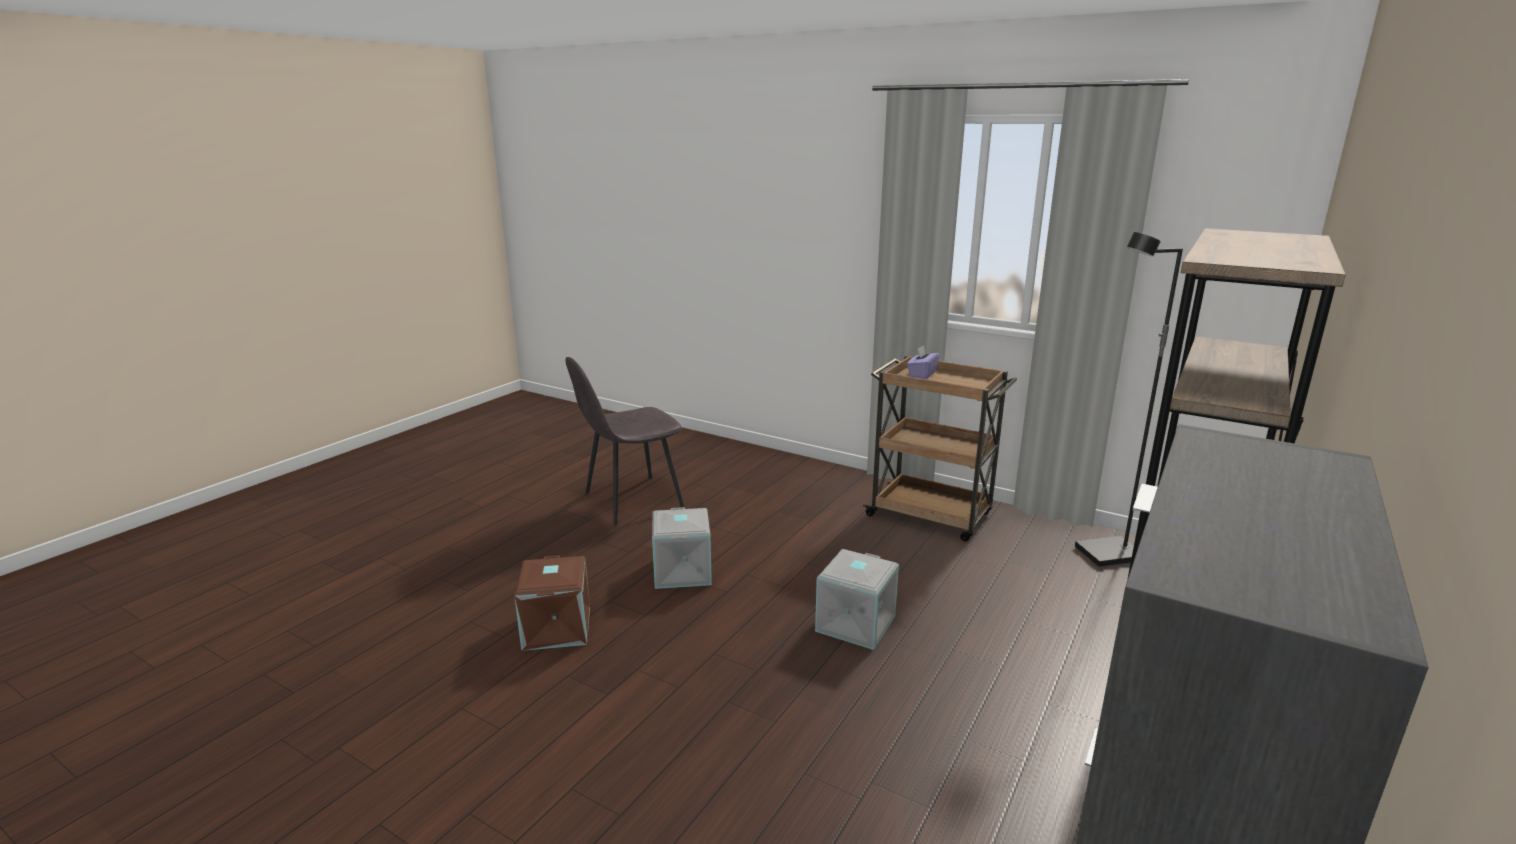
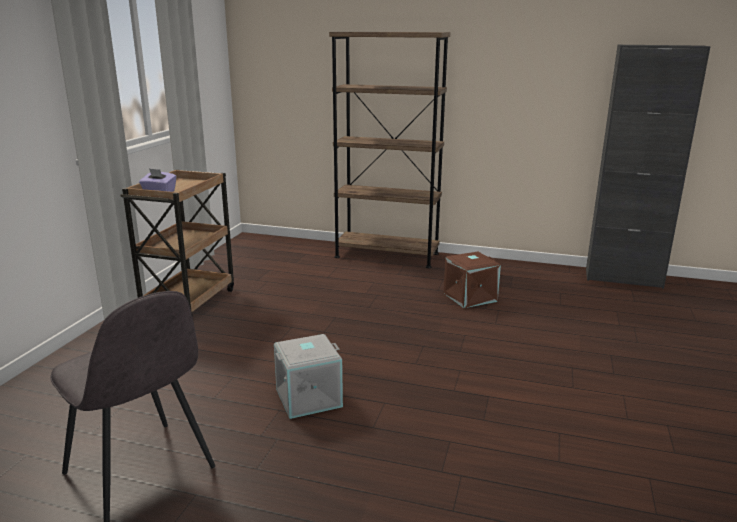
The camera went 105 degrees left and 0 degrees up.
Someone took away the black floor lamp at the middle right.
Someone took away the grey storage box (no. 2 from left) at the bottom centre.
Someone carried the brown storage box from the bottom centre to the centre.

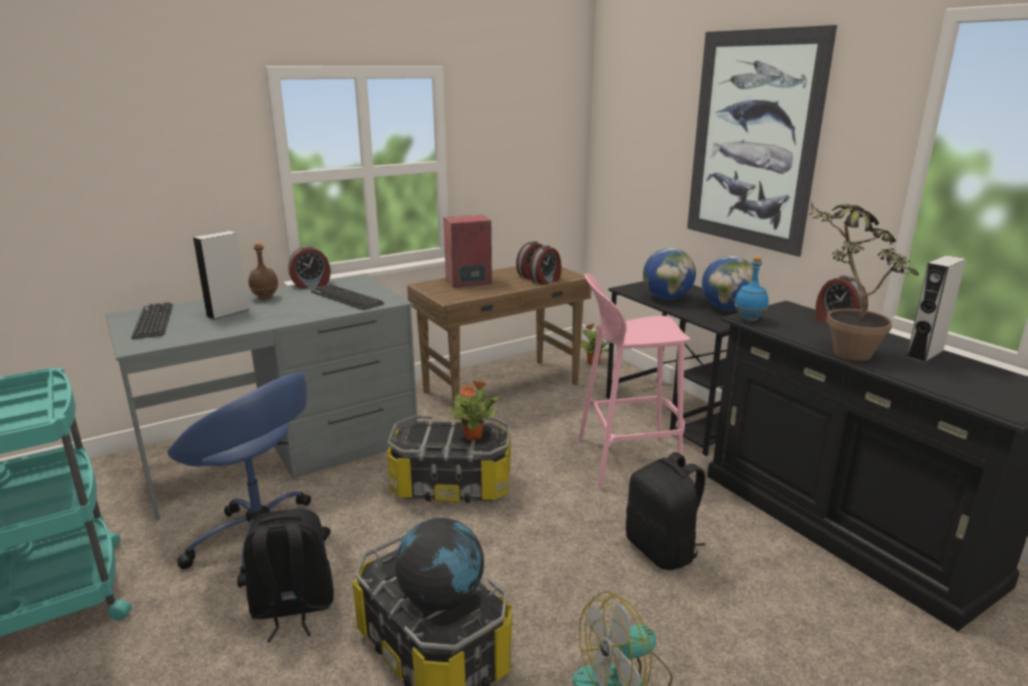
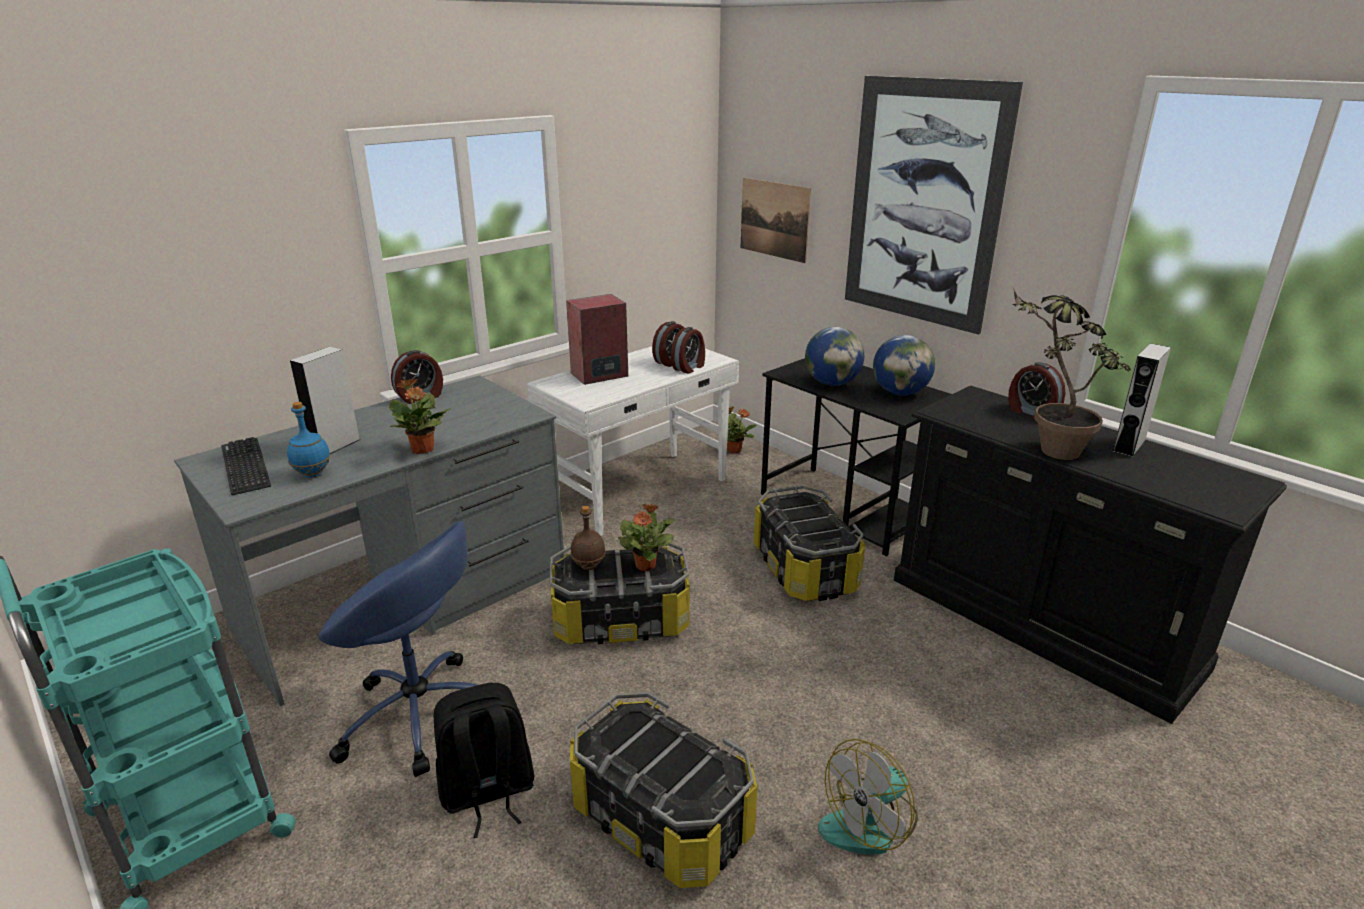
The camera went 10 degrees left and 5 degrees up.
Someone carried the brown bottle from the middle left to the centre.
Someone carried the blue bottle from the middle right to the middle left.
Someone repainted the brown console table at the centre, which became the white console table at the centre.
Someone swapped the pink stool at the centre for the storage box (no. 3 from left) at the centre.
Someone took away the keyboard (no. 2 from left) at the centre.
Someone took away the black backpack (no. 2 from left) at the bottom centre.
Someone took away the globe (no. 1 from left) at the bottom centre.
Someone put up the picture (no. 1 from left) at the top centre.
Someone put down the potted plant (no. 1 from left) at the middle left.

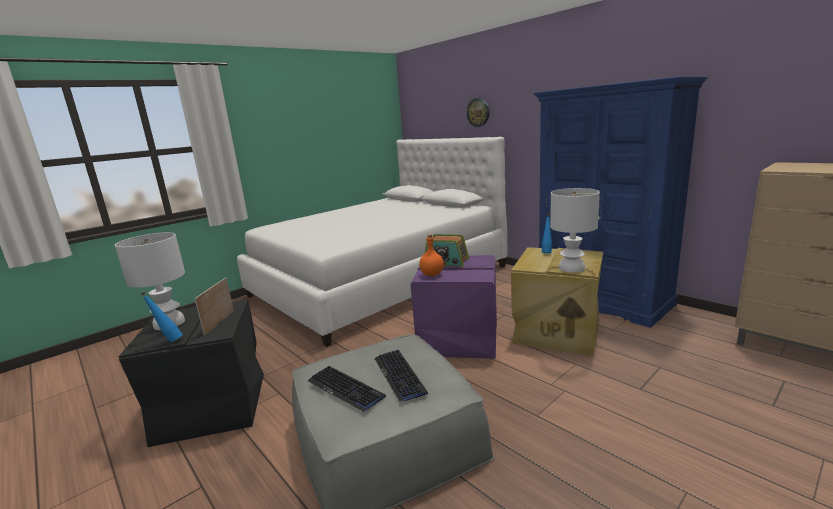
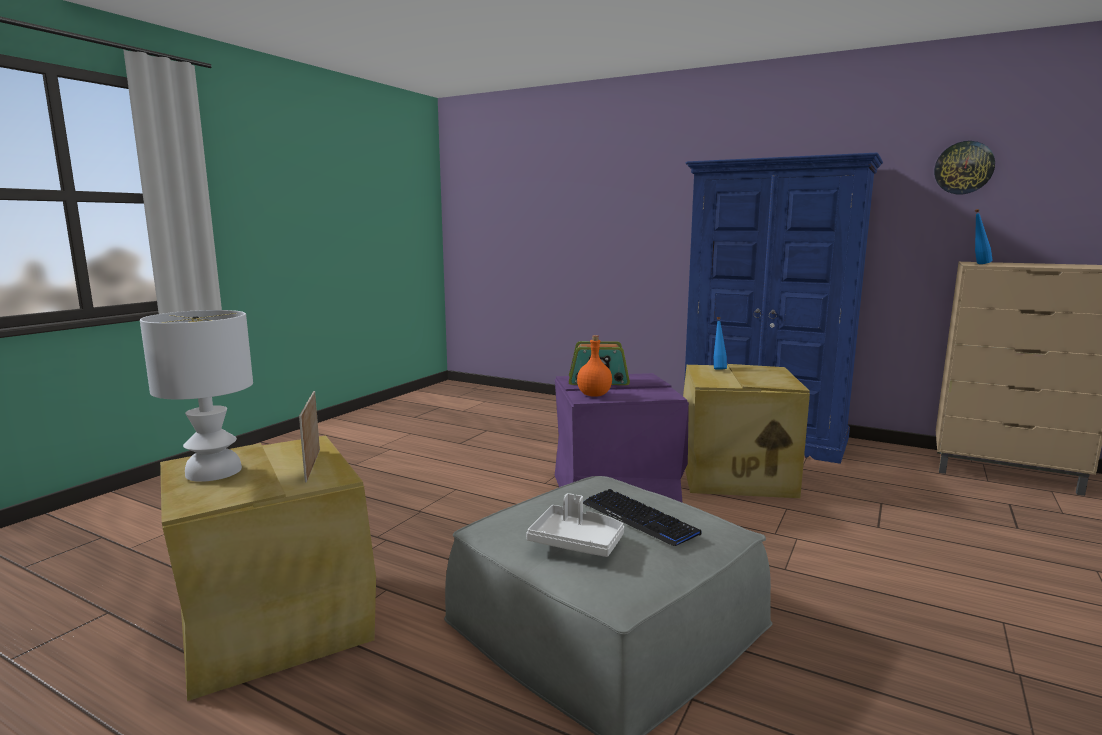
The camera went 20 degrees left and 5 degrees down.
Someone carried the wall clock from the top centre to the top right.
Someone took away the white bed at the centre.
Someone took away the white table lamp (no. 2 from left) at the middle right.
Someone carried the blue bottle (no. 1 from left in the first image) from the middle left to the top right.
Someone repainted the black storage box at the bottom left, which became the beige storage box (no. 1 from left) at the bottom left.
Someone swapped the keyboard (no. 1 from left) at the bottom centre for the white tray at the bottom centre.

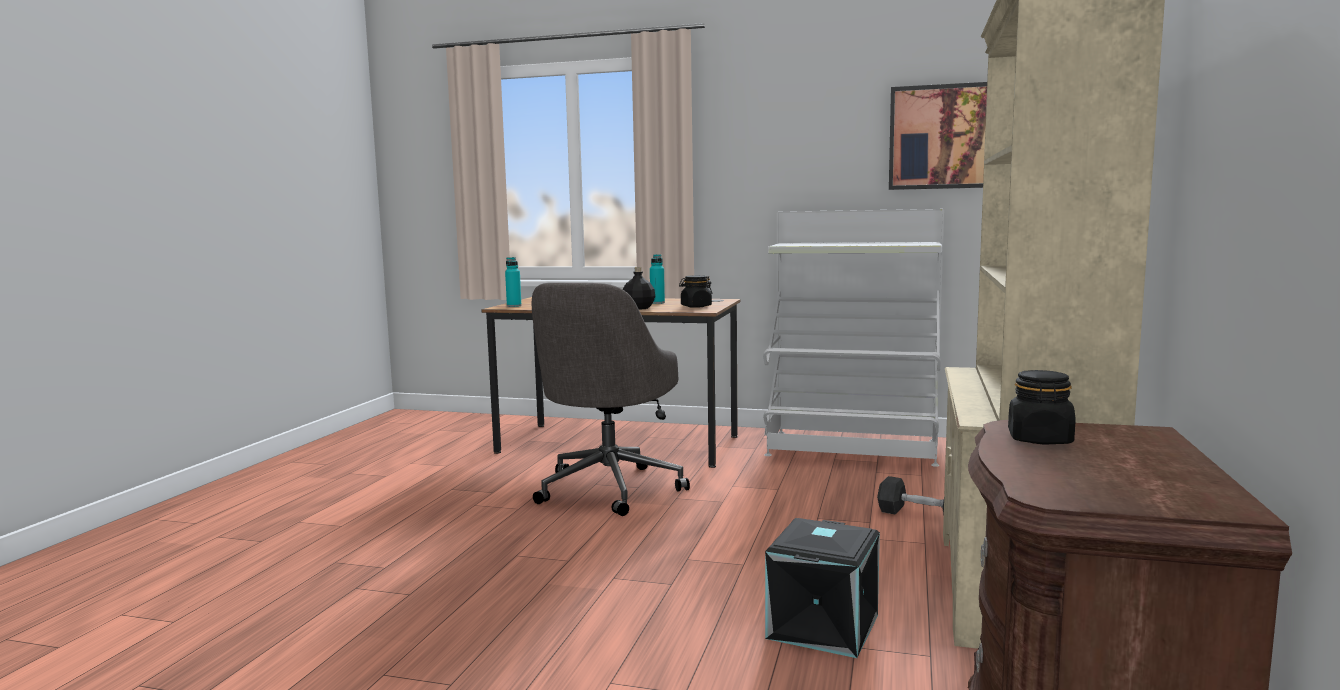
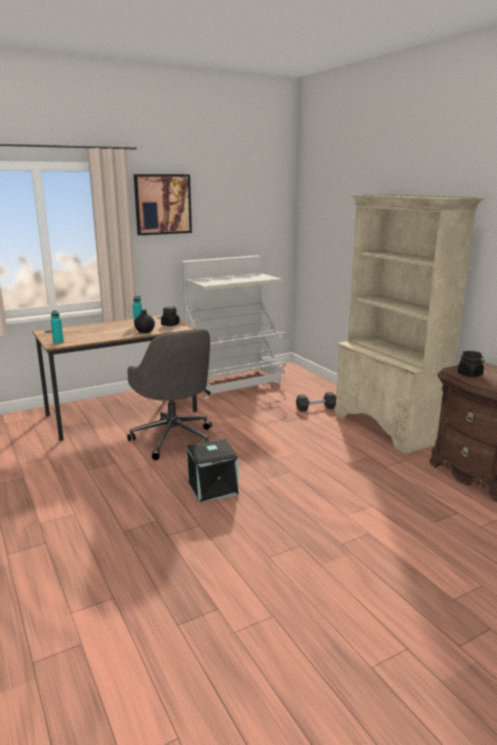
The camera went 45 degrees left and 10 degrees up.
Someone carried the picture from the top right to the top left.
Someone carried the black storage box from the bottom centre to the centre.

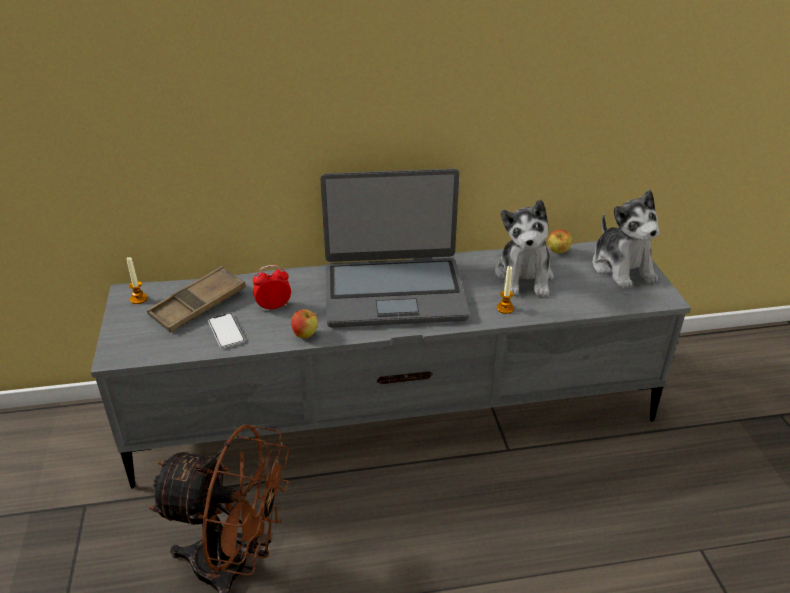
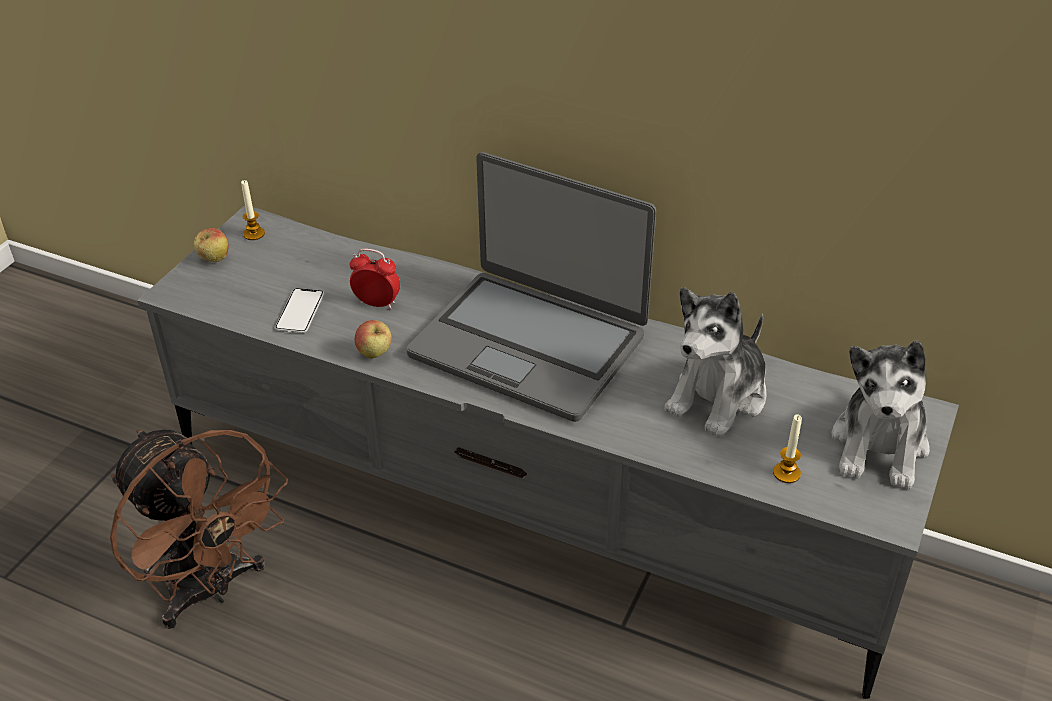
The camera went 35 degrees right and 5 degrees up.
Someone carried the apple (no. 2 from left in the first image) from the middle right to the middle left.
Someone took away the brown tray at the middle left.
Someone carried the candle (no. 2 from left) from the centre to the middle right.

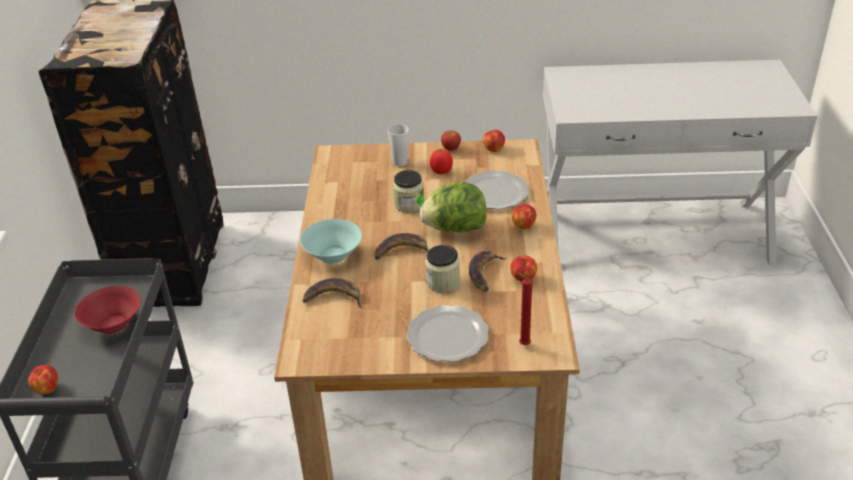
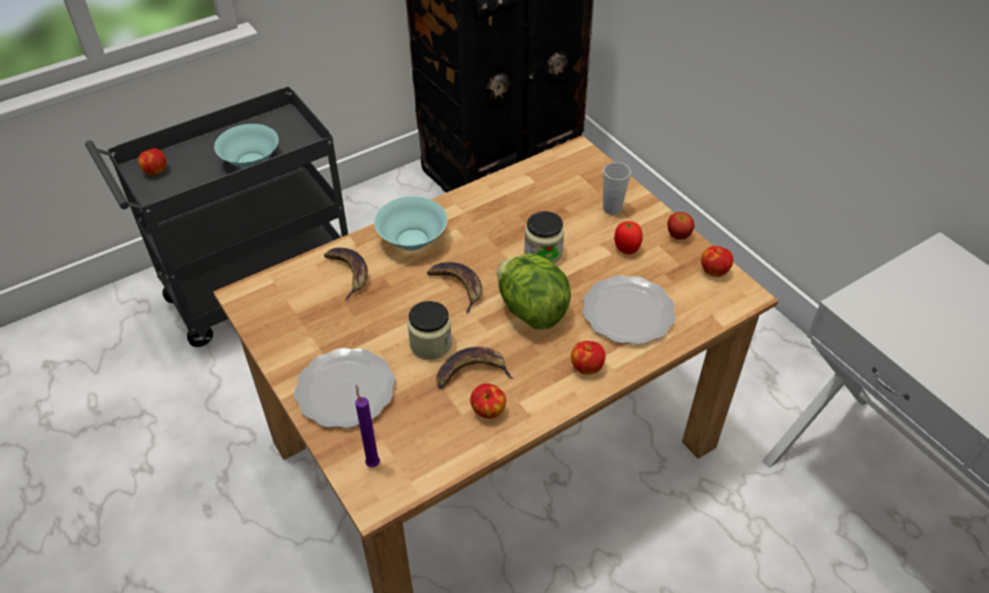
The camera went 55 degrees right and 10 degrees up.
Someone repainted the red candle at the centre, which became the purple candle at the bottom centre.
Someone repainted the red bowl at the middle left, which became the turquoise bowl (no. 1 from left) at the top left.

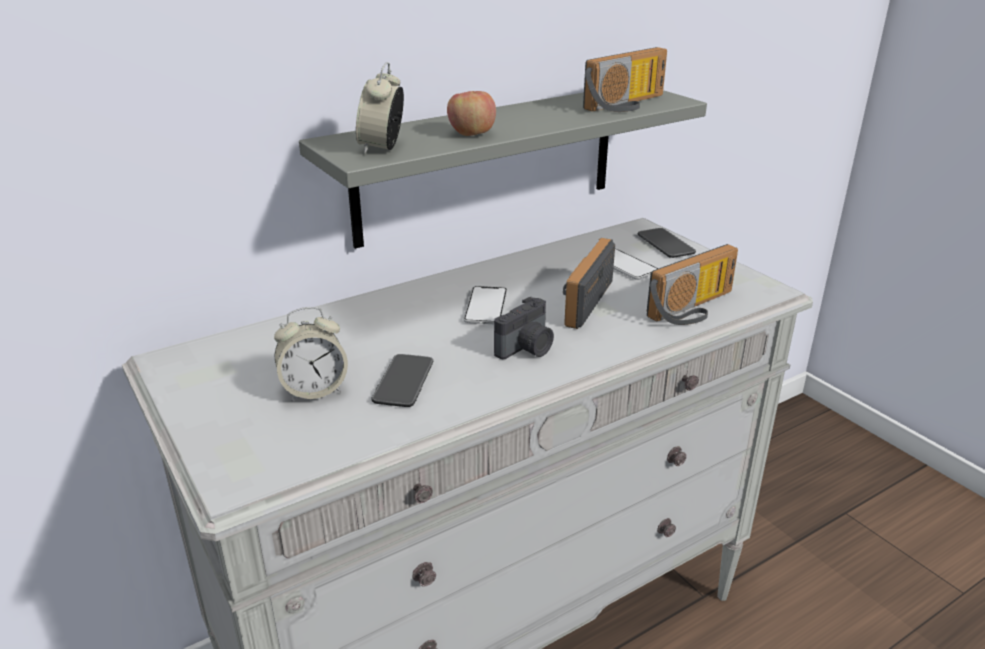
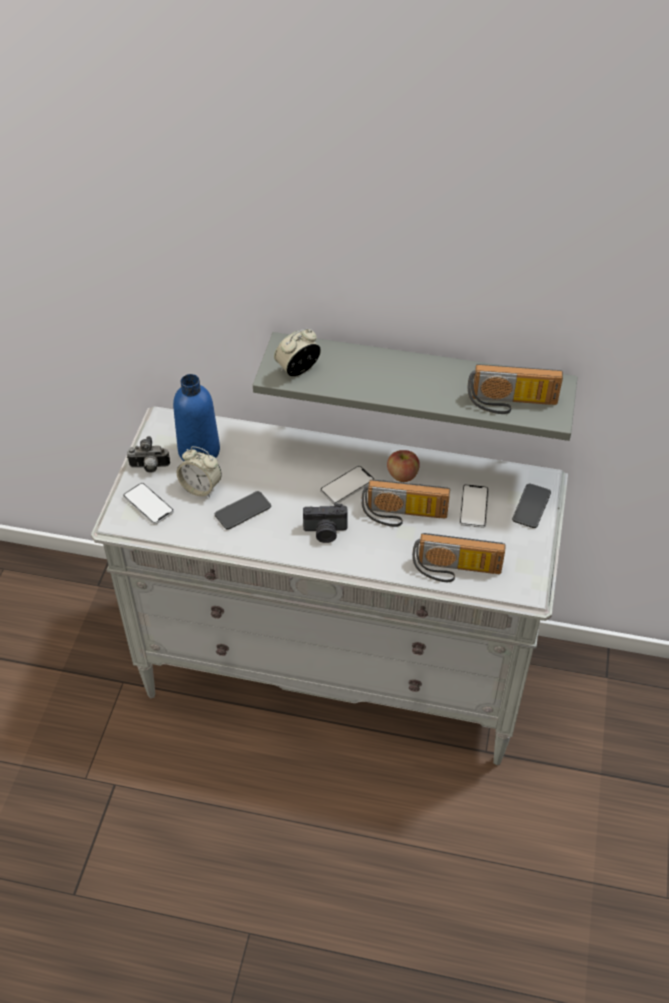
The camera went 45 degrees right and 20 degrees up.
Someone carried the apple from the top centre to the centre.
Someone rotated the radio (no. 1 from left) at the centre by 150 degrees counterclockwise.
Someone put down the blue bottle at the middle left.
Someone put down the photo camera (no. 1 from left) at the middle left.
Someone put down the phone (no. 1 from left) at the middle left.

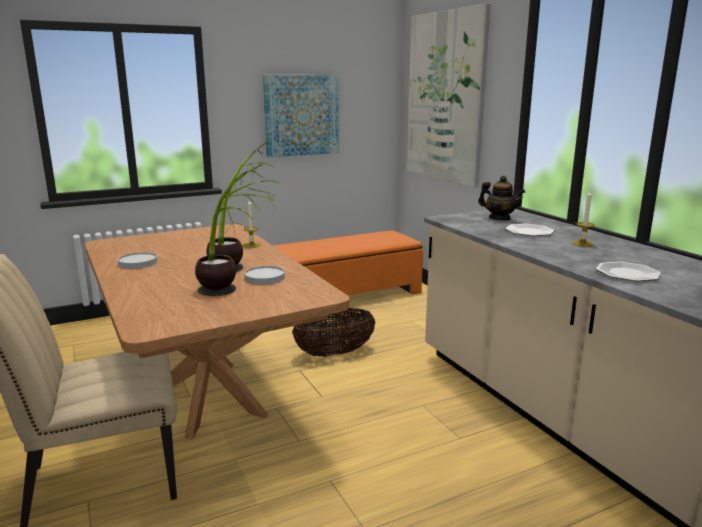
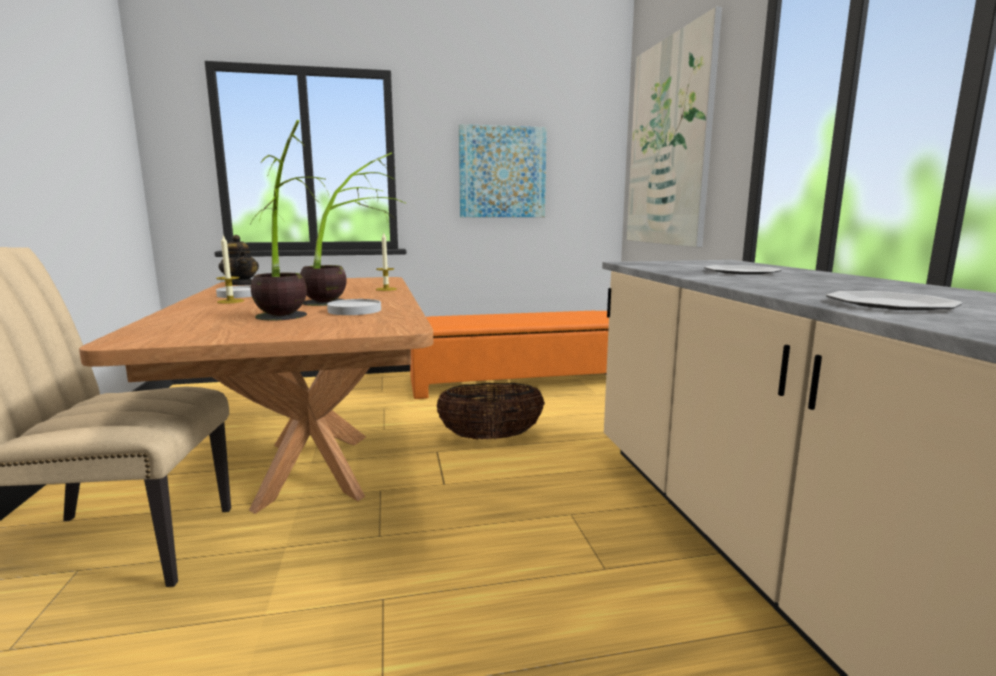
The camera went 15 degrees right and 5 degrees down.
Someone carried the teapot from the middle right to the middle left.
Someone carried the candle (no. 2 from left in the first image) from the middle right to the middle left.

